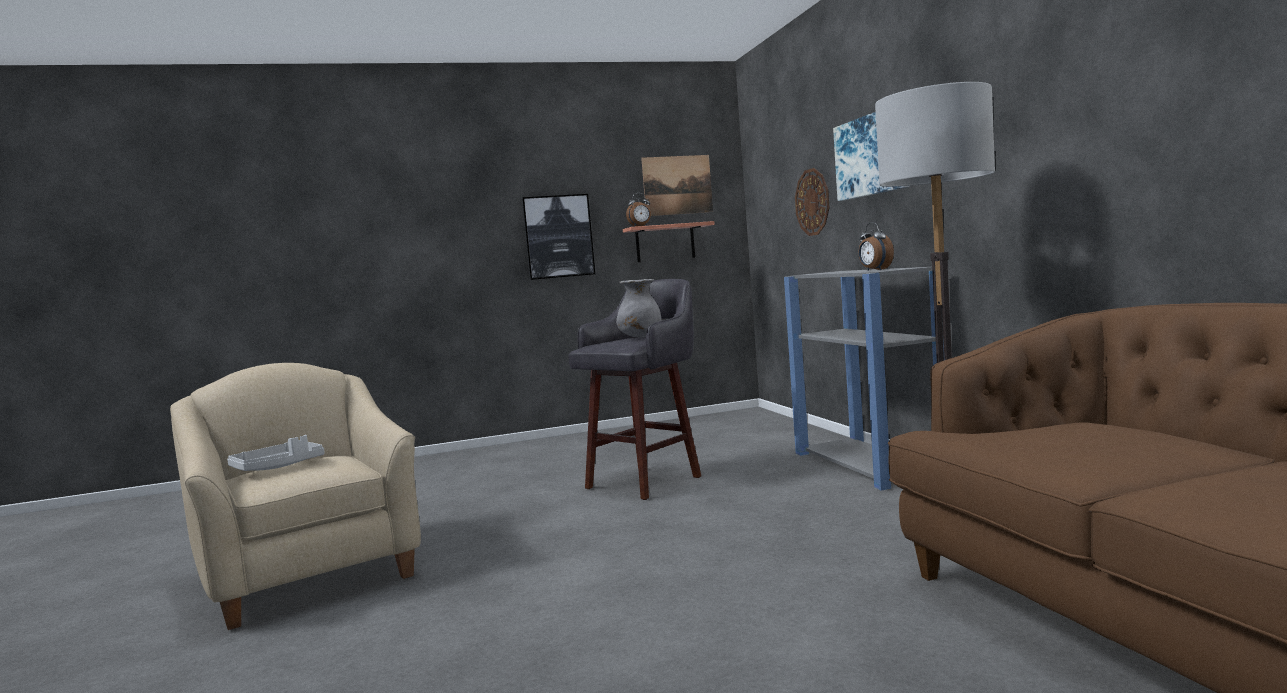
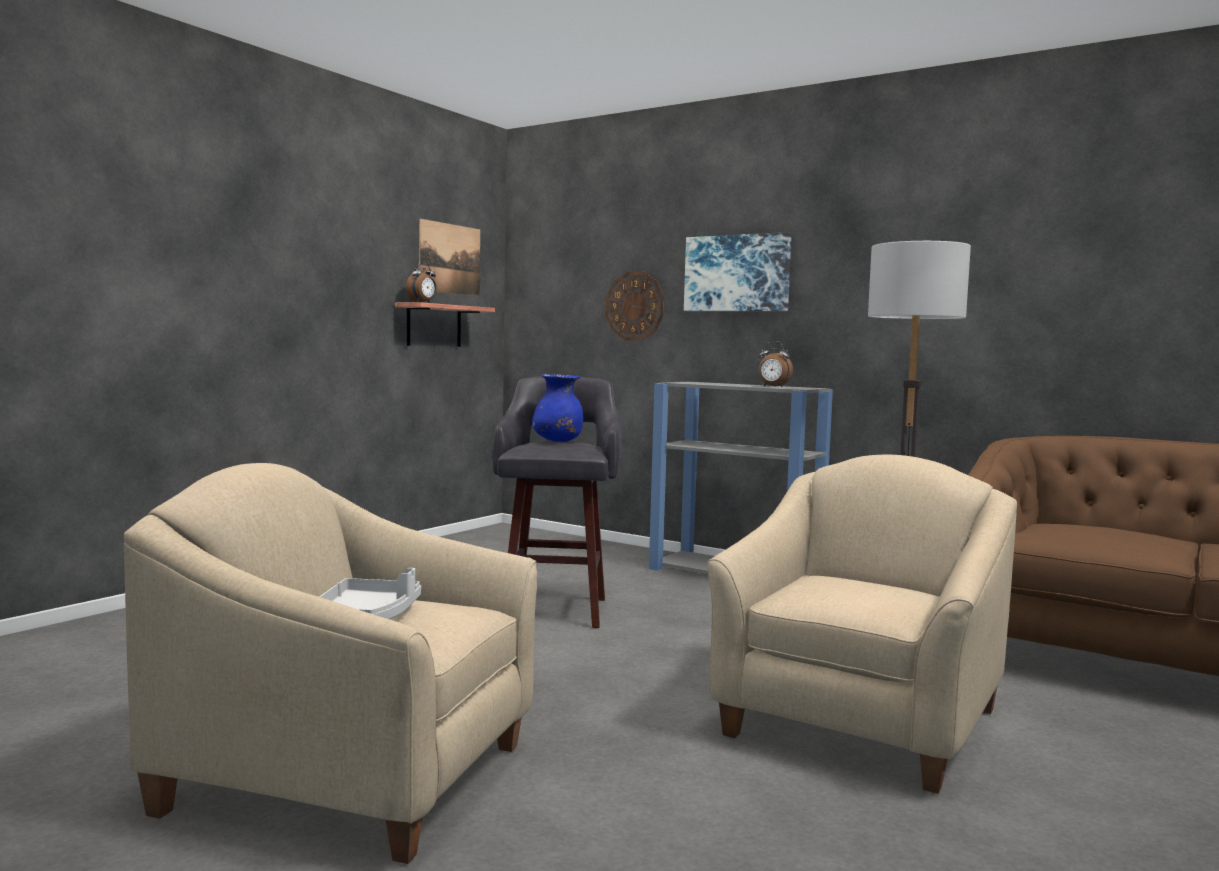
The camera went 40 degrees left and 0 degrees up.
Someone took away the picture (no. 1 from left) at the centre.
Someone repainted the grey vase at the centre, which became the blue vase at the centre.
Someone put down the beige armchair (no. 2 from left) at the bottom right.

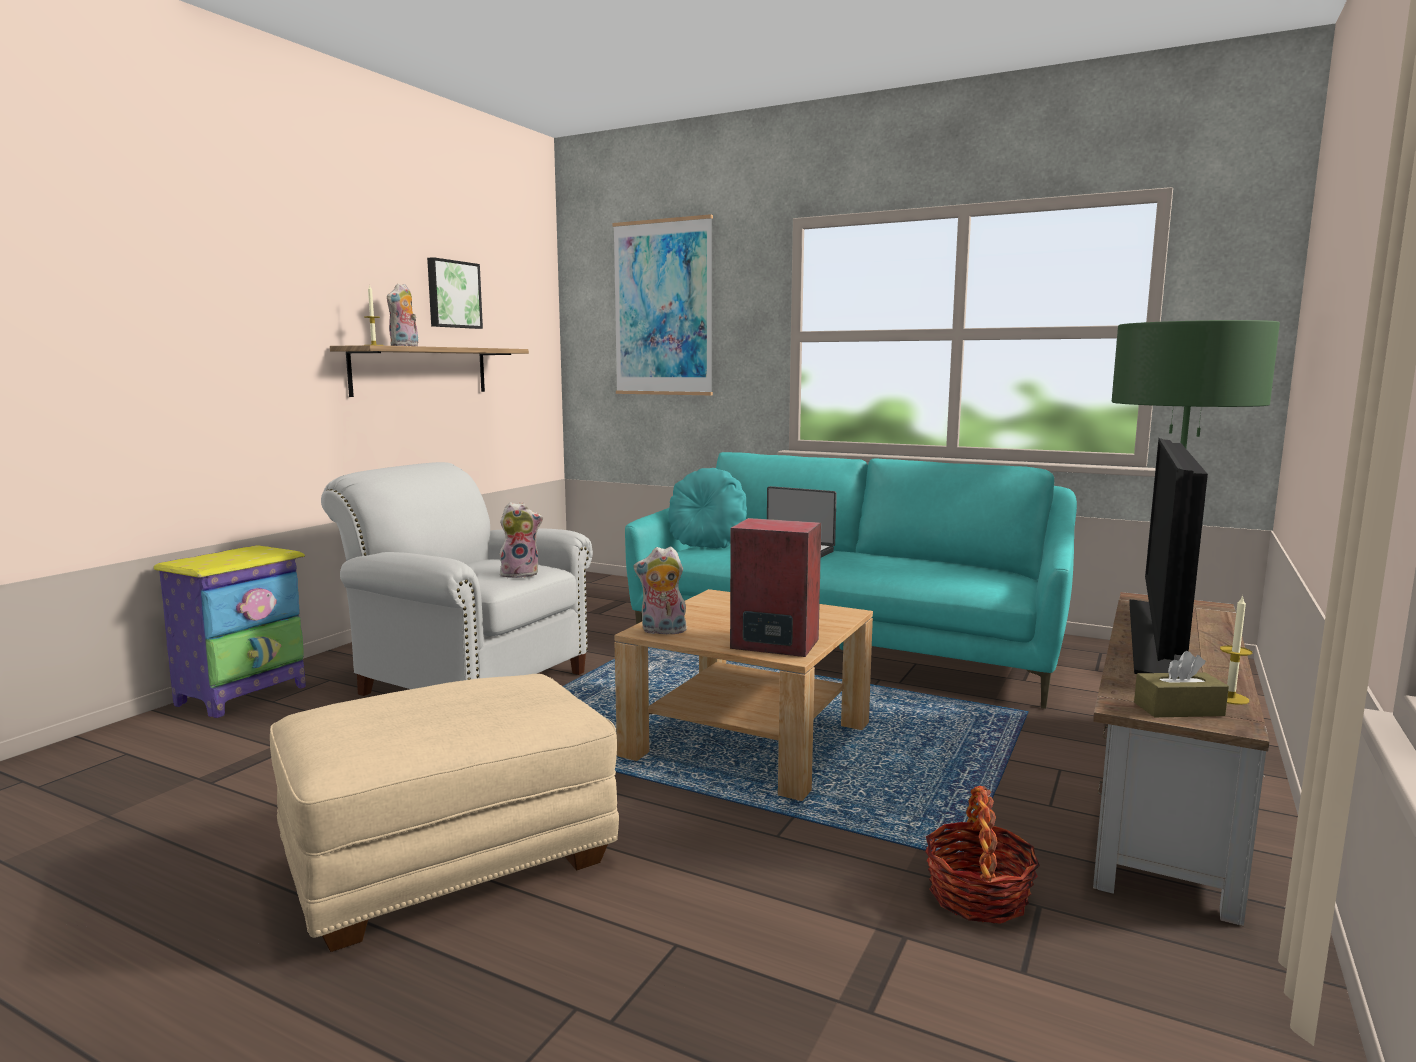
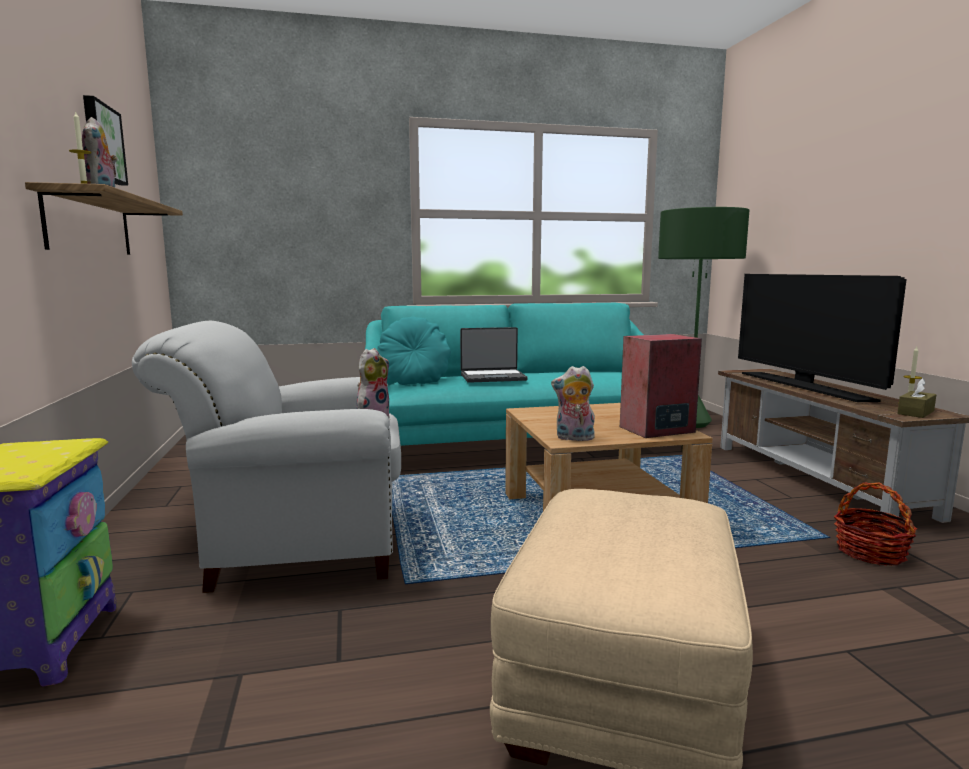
The camera went 40 degrees left and 0 degrees up.
Someone took away the picture (no. 2 from left) at the top centre.
Someone rotated the plush toy (no. 3 from left) at the centre by 45 degrees clockwise.

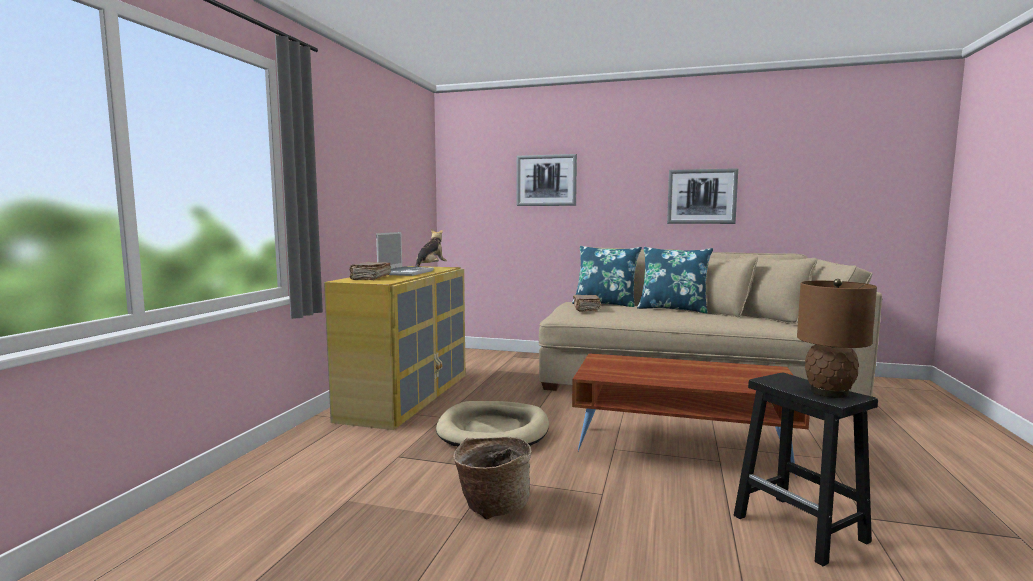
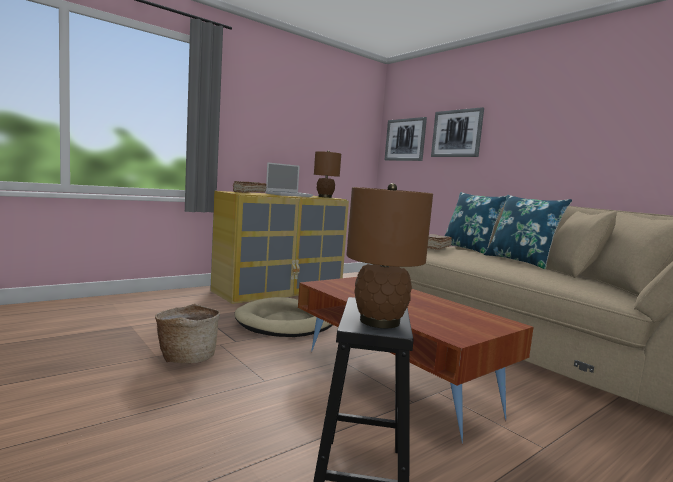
The camera went 35 degrees right and 0 degrees up.
Someone carried the picture (no. 2 from left in the first image) from the middle right to the top centre.
Someone swapped the plush toy at the centre for the brown table lamp (no. 1 from left) at the centre.

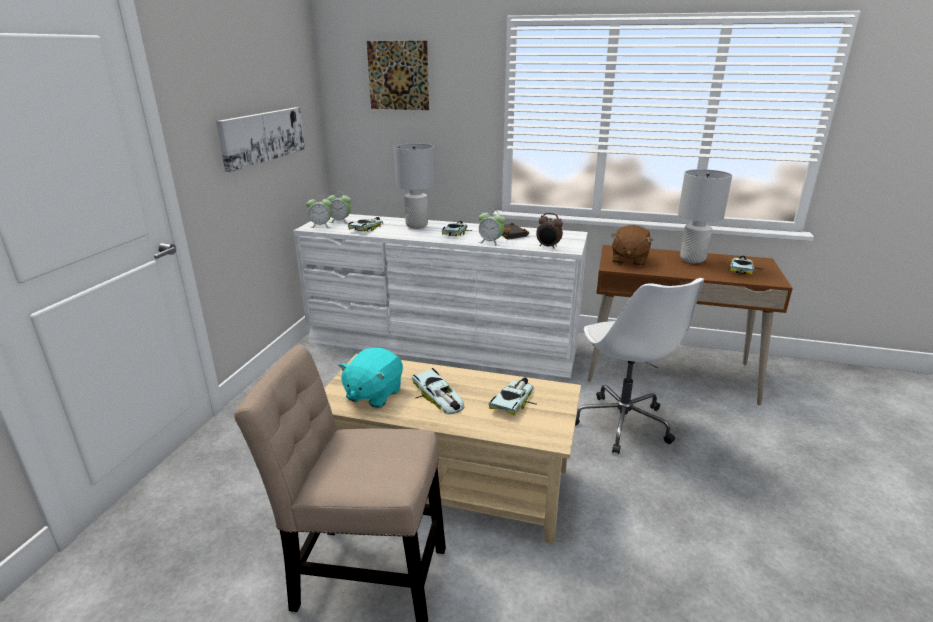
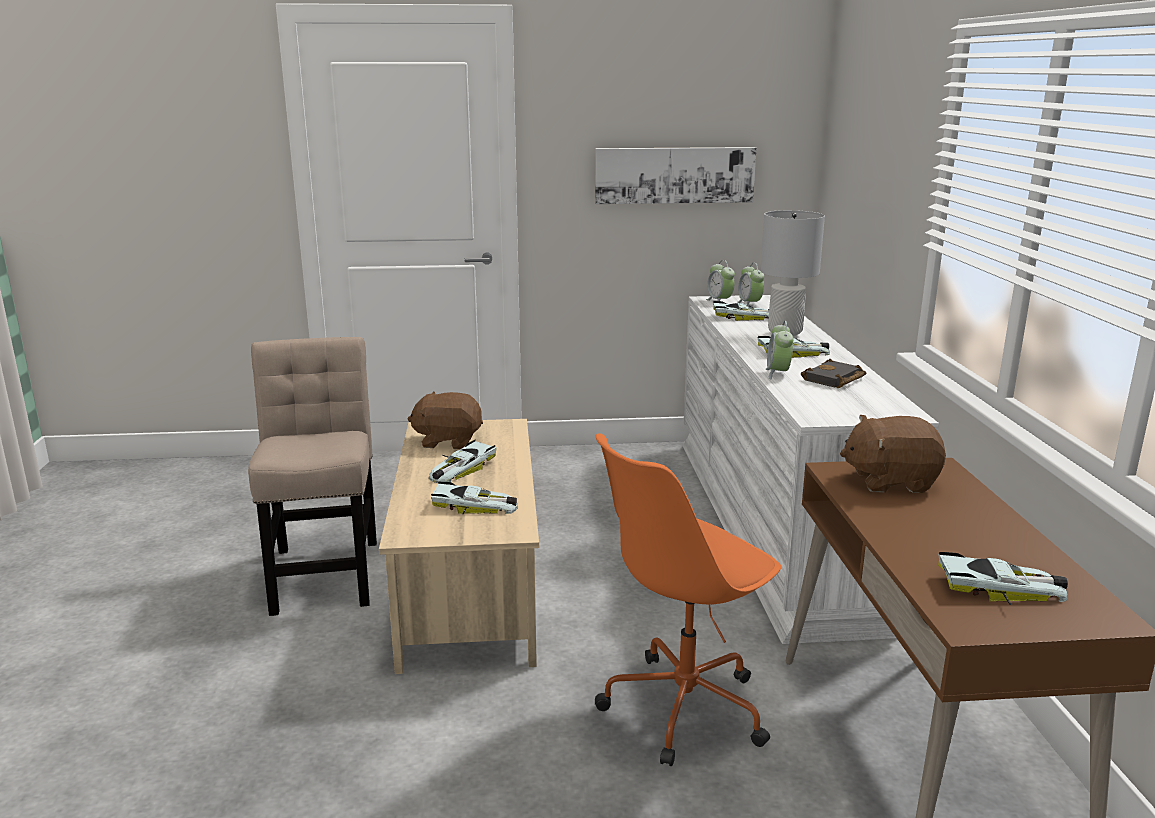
The camera went 70 degrees right and 5 degrees down.
Someone took away the picture (no. 2 from left) at the top centre.
Someone took away the grey table lamp (no. 2 from left) at the middle right.
Someone took away the alarm clock (no. 4 from left) at the centre.
Someone repainted the white office chair at the middle right, which became the orange office chair at the bottom centre.
Someone repainted the turquoise plush toy at the centre, which became the brown plush toy (no. 1 from left) at the centre.

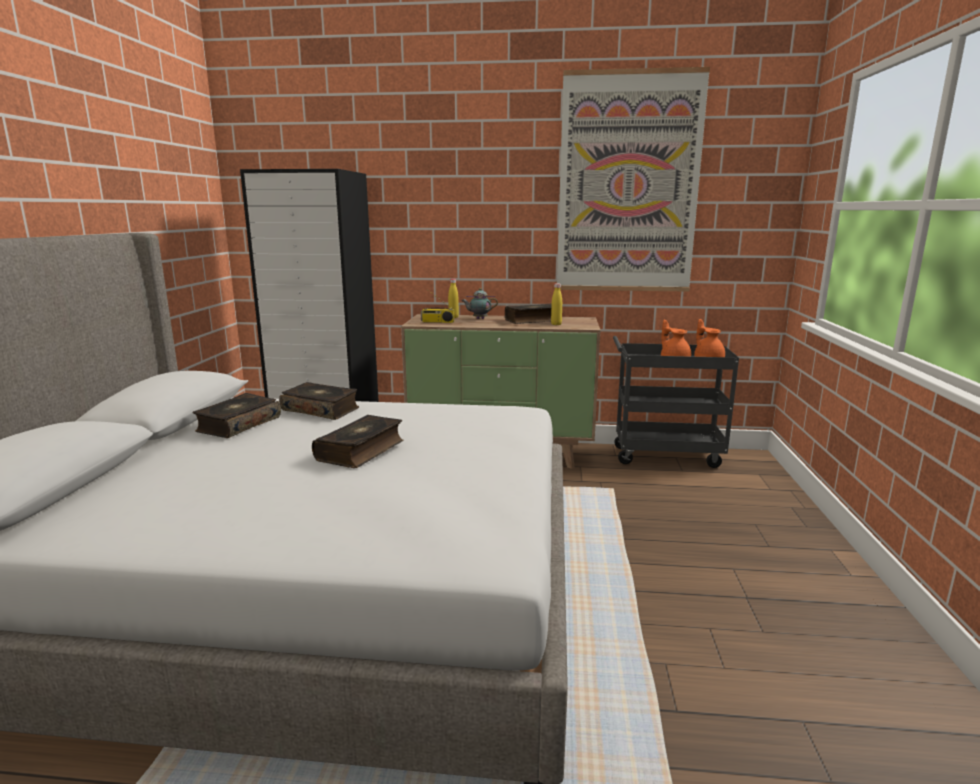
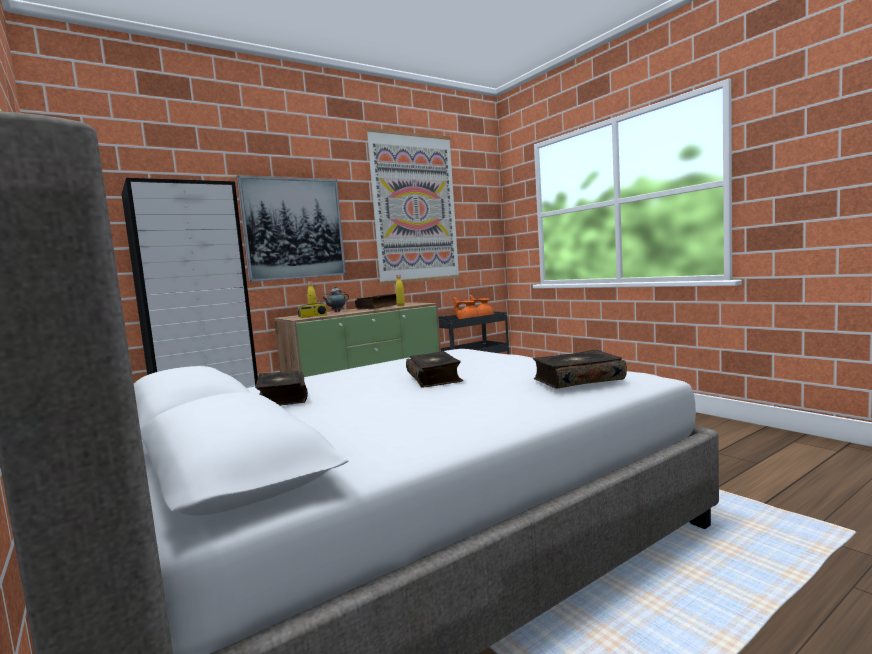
The camera went 40 degrees left and 10 degrees down.
Someone carried the book (no. 2 from left in the first image) from the middle left to the centre.
Someone put up the picture (no. 1 from left) at the centre.

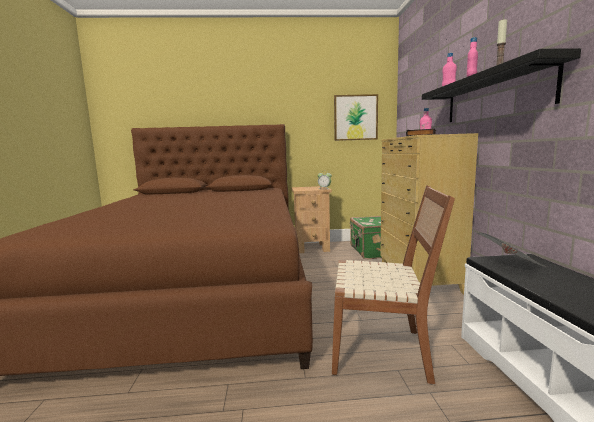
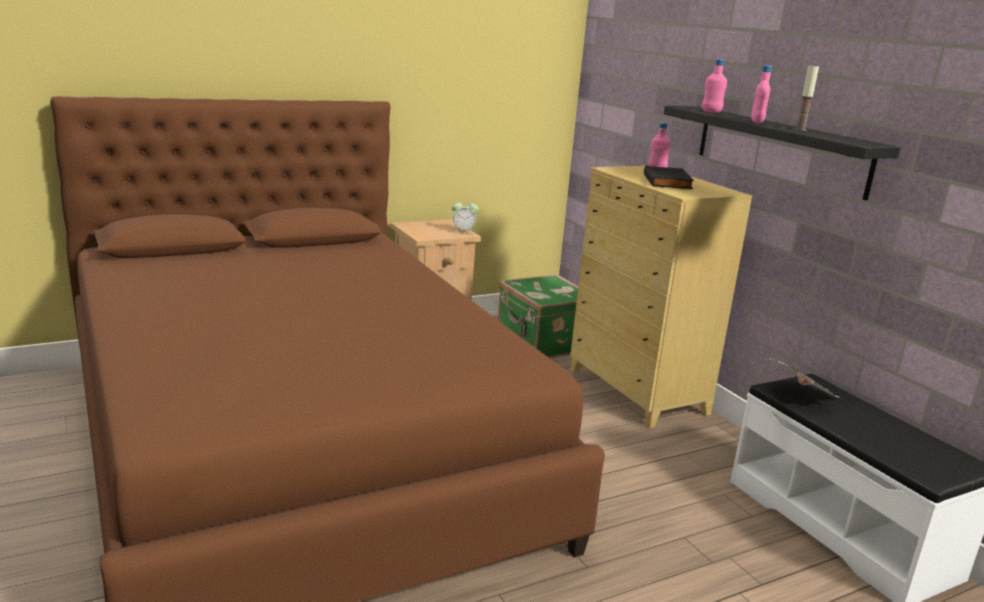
The camera went 25 degrees left and 10 degrees up.
Someone took away the picture at the top centre.
Someone took away the chair at the bottom centre.

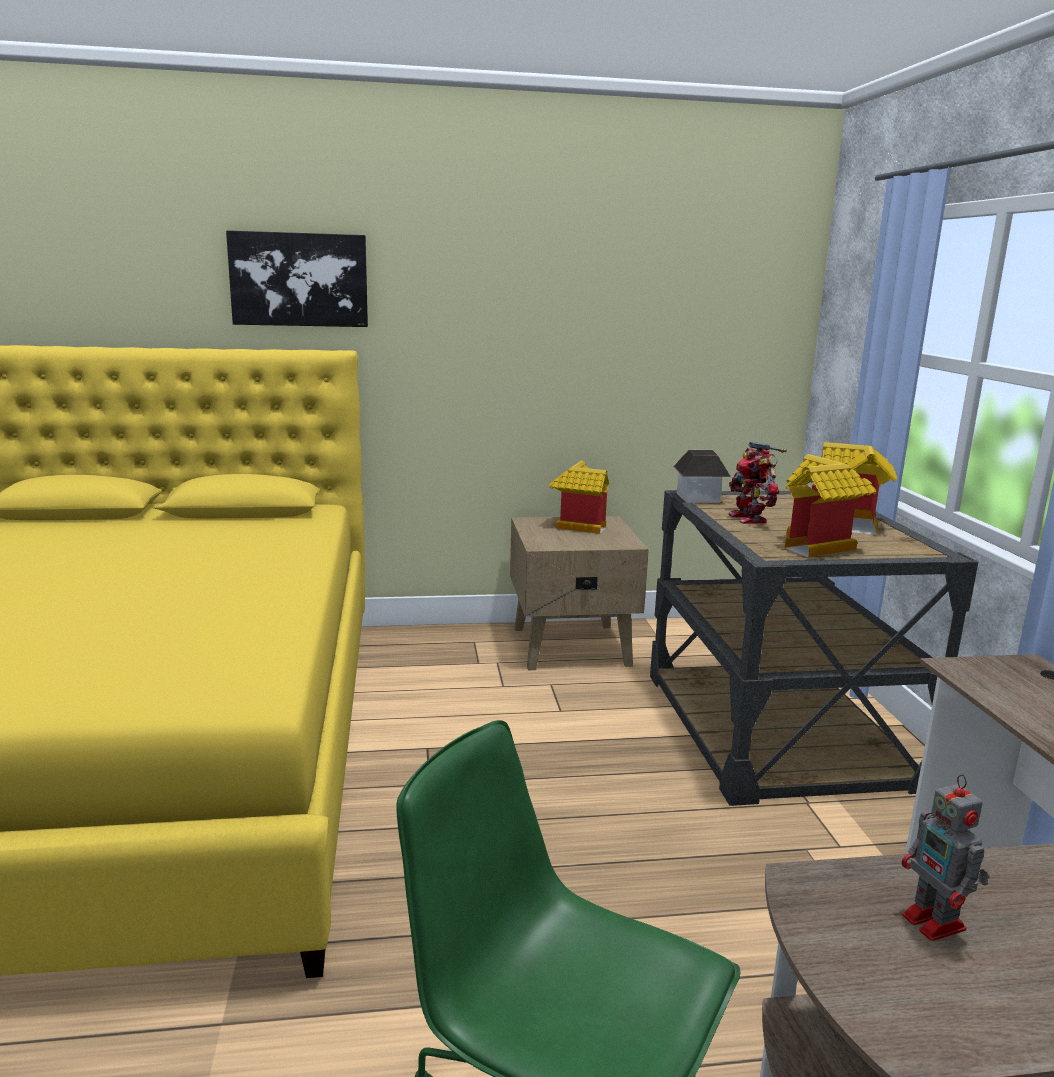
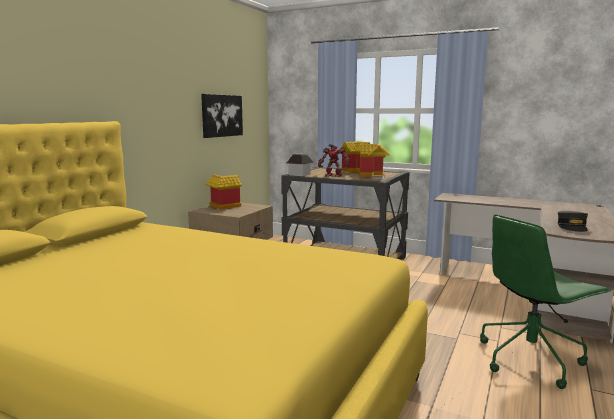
The camera went 55 degrees left and 5 degrees down.
Someone carried the picture from the top left to the top centre.
Someone swapped the toy robot (no. 2 from left) at the bottom right for the grey cap at the middle right.

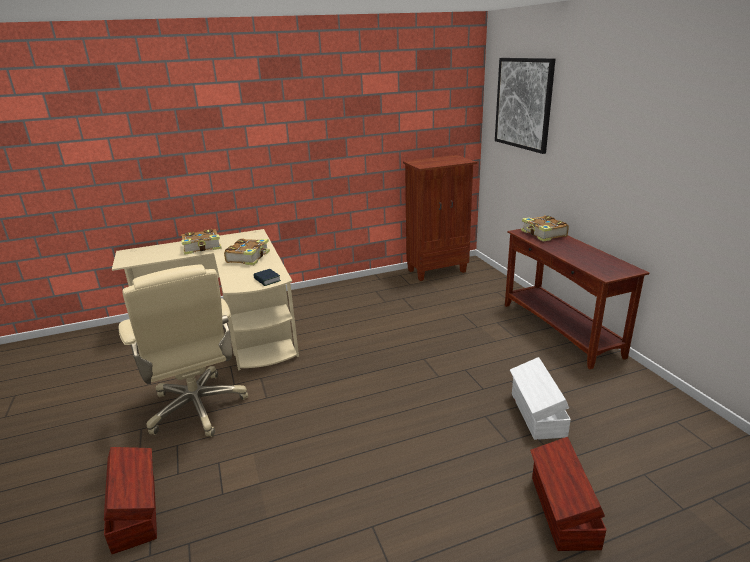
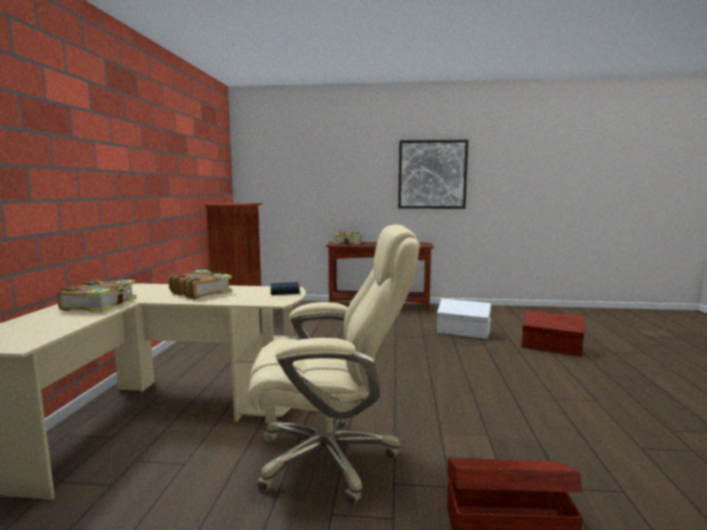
The camera went 65 degrees left and 15 degrees down.
Someone carried the picture from the top right to the top centre.

